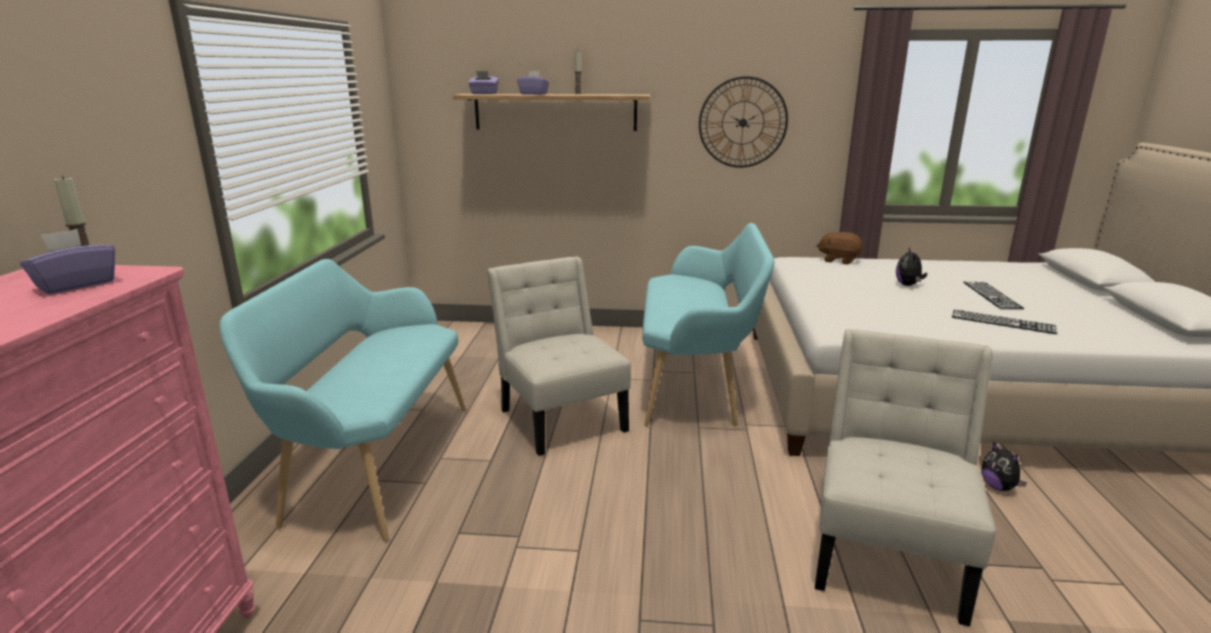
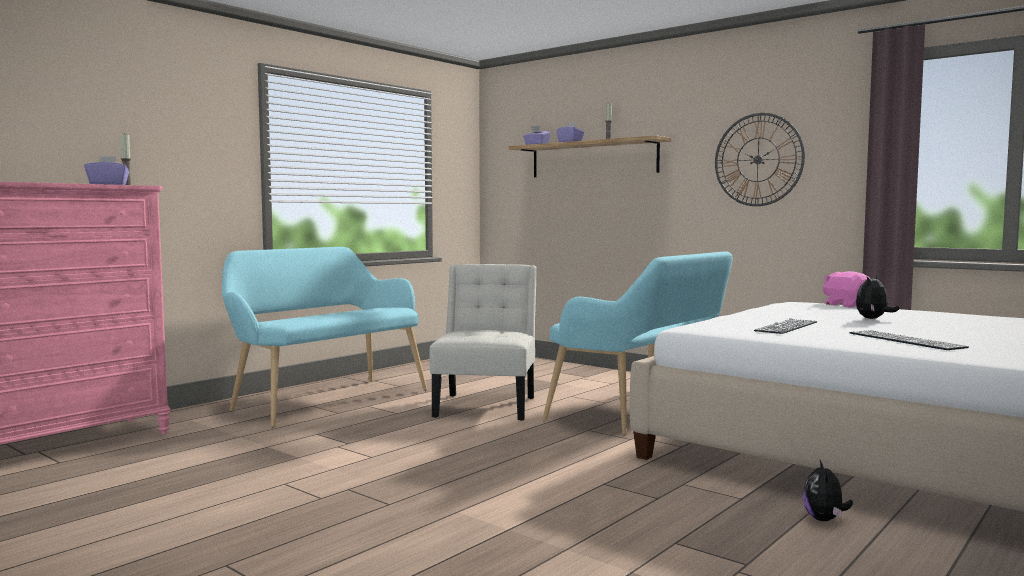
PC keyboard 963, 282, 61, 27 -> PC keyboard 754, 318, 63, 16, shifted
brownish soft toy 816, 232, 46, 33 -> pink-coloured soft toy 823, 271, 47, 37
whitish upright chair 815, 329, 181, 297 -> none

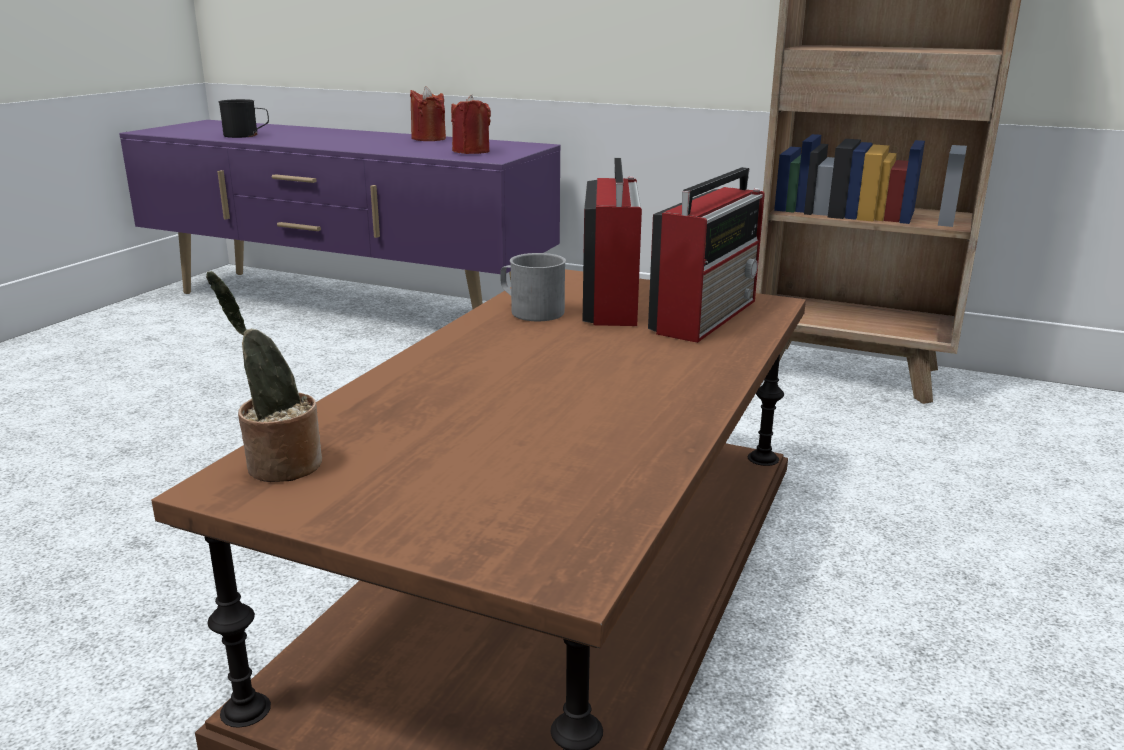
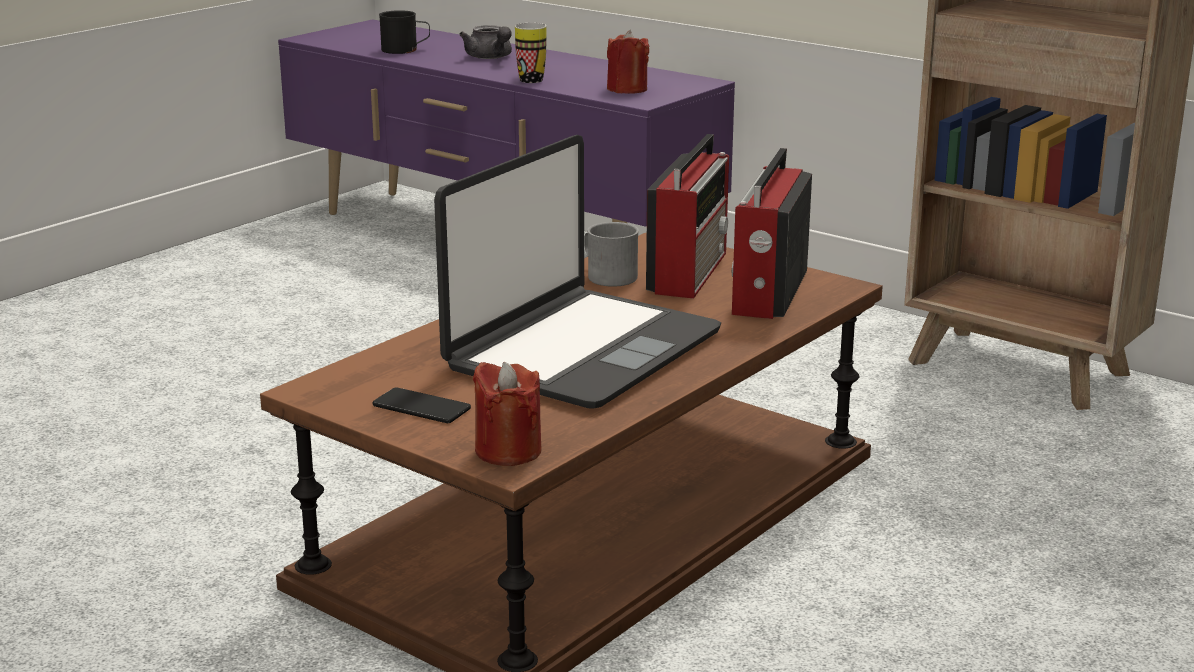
none -> handset 372, 387, 99, 36
none -> notebook computer 434, 135, 287, 274
none -> gray pot for tea 459, 25, 53, 34
red-coloured candle 410, 86, 36, 55 -> red-coloured candle 473, 362, 69, 104, shifted
none -> coffee mug 515, 23, 31, 60
radio 648, 167, 117, 176 -> radio 732, 148, 80, 171, 150 degrees clockwise
plant in a pot 206, 271, 116, 211 -> none

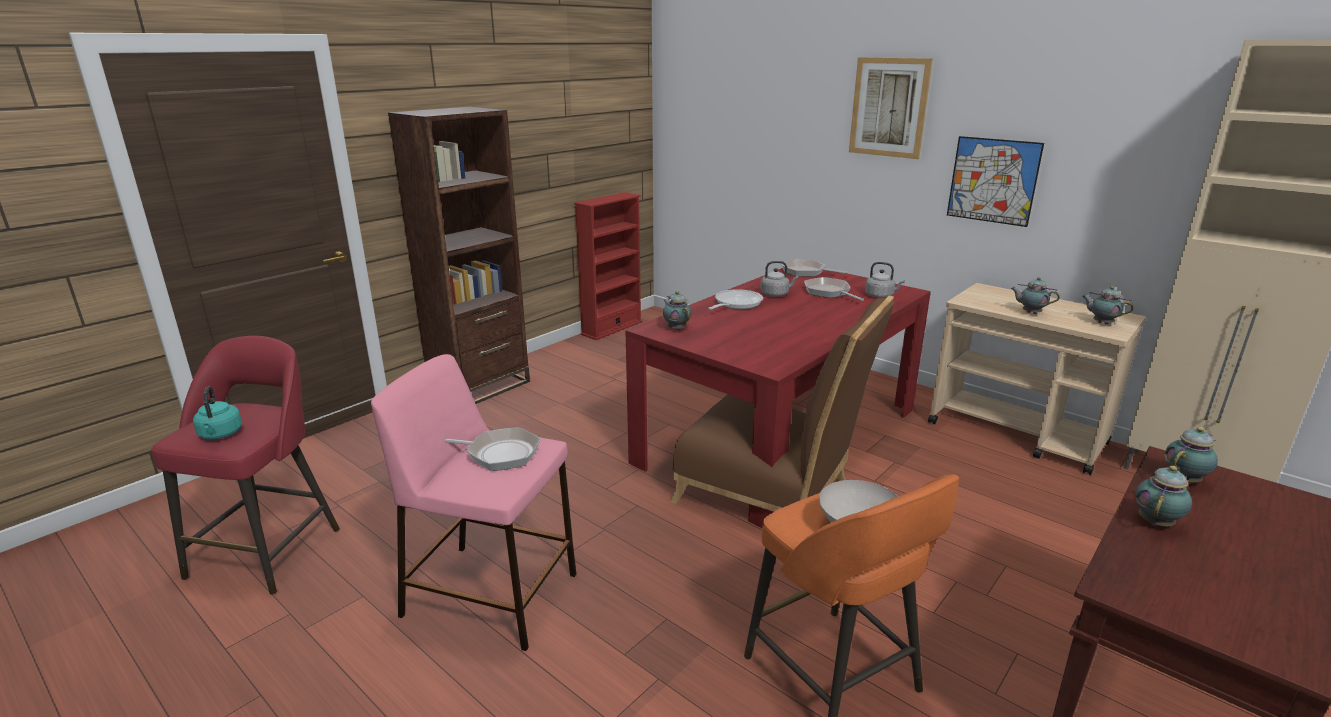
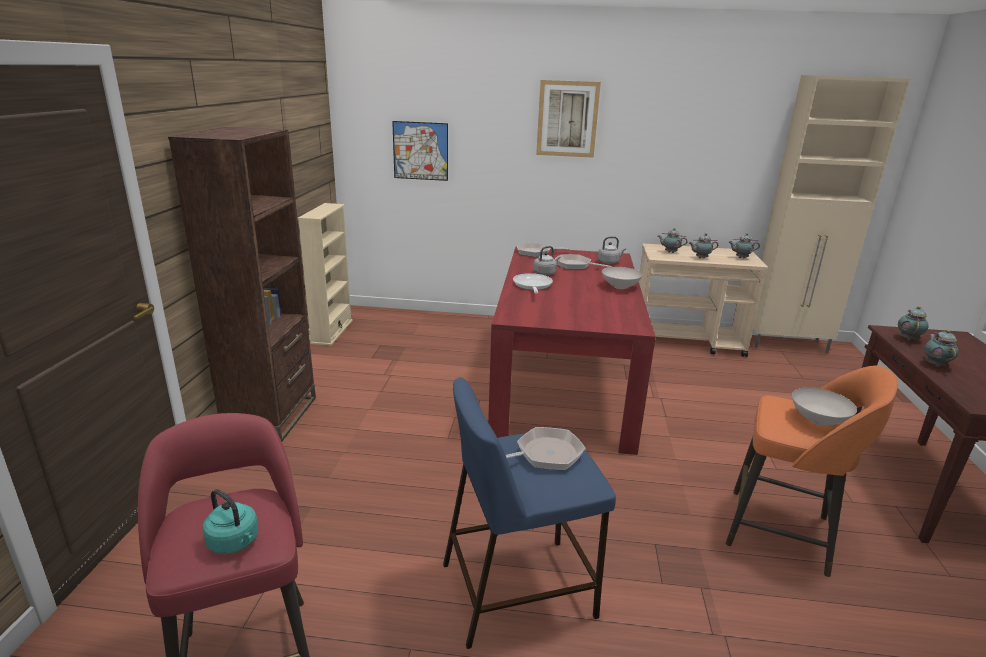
red-coloured bookshelf 574, 192, 69, 148 -> beige bookshelf 298, 203, 55, 143
wall picture 947, 136, 97, 91 -> wall picture 392, 121, 56, 60, shifted
pink-coloured stool 371, 354, 205, 297 -> bluish stool 443, 377, 173, 272
none -> whitish bowl 602, 267, 41, 22
pot for tea 663, 291, 28, 39 -> pot for tea 658, 228, 30, 25, shifted
brownish upright chair 670, 295, 225, 217 -> none

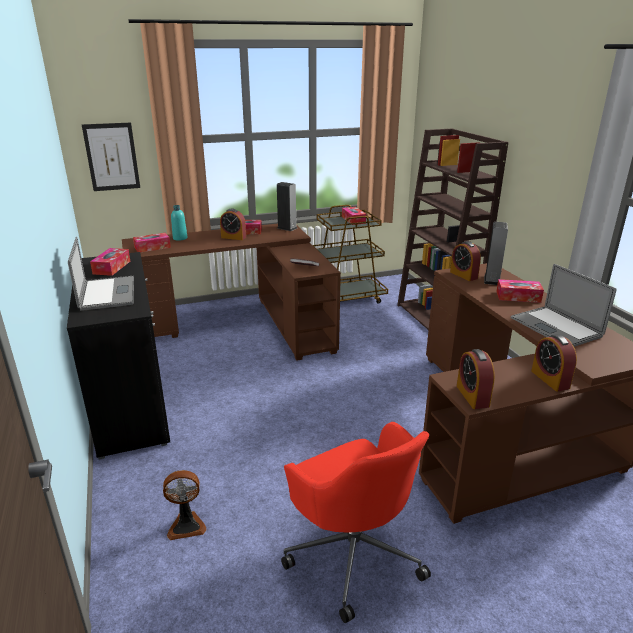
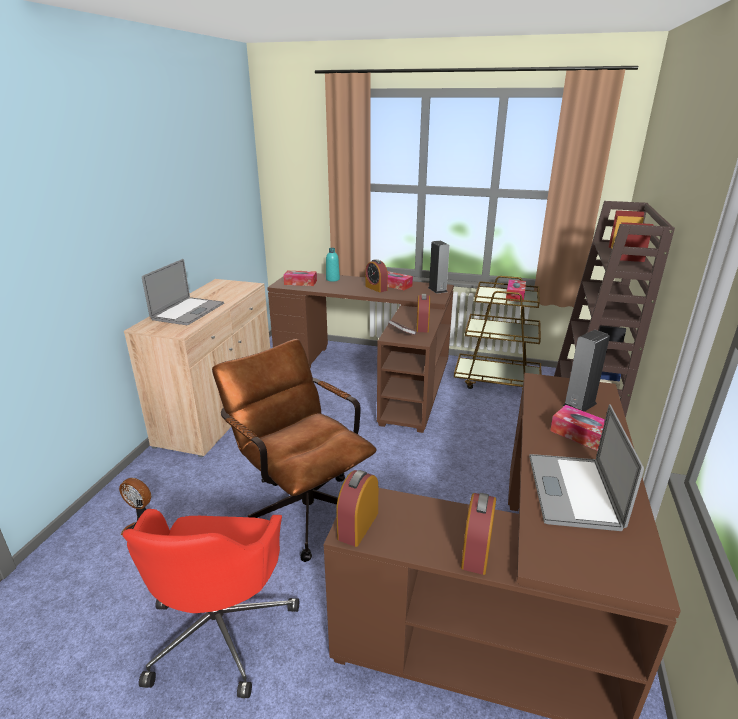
blackish cabinet 67, 252, 103, 208 -> beige cabinet 124, 279, 146, 179
none -> brownish desk chair 212, 339, 165, 223
bedside clock 450, 241, 31, 40 -> bedside clock 417, 294, 13, 38, shifted
wall picture 82, 123, 58, 68 -> none
tissue box 90, 248, 40, 28 -> none

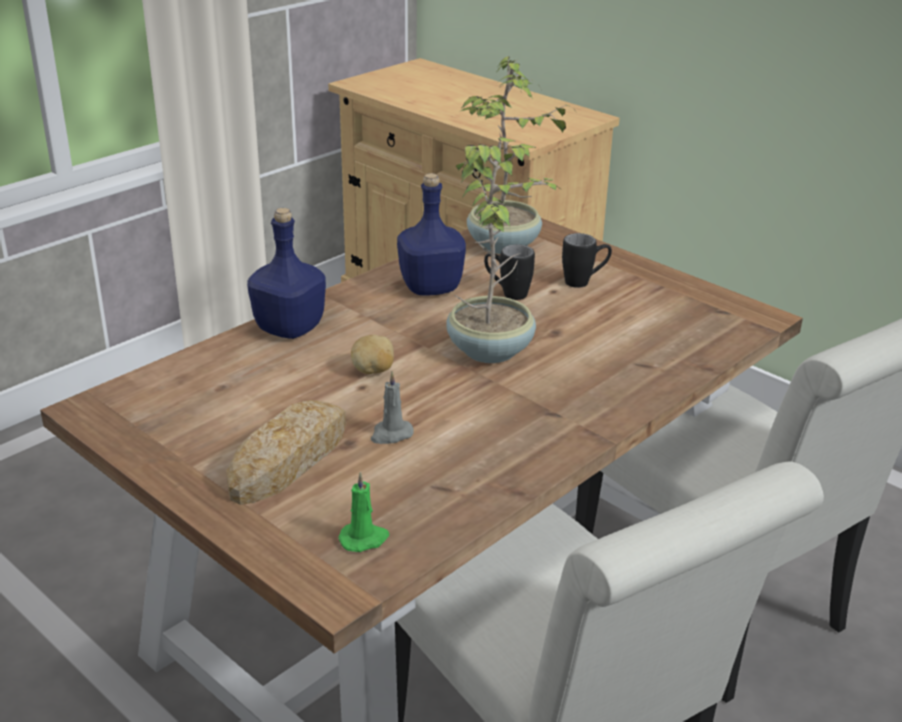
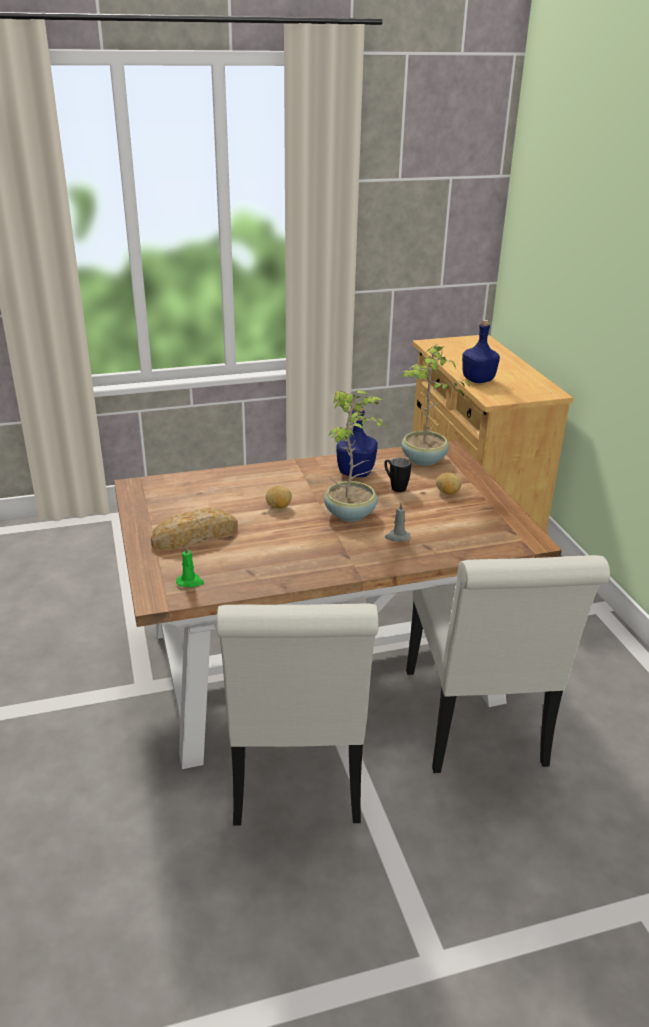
gray candle 370, 372, 44, 72 -> gray candle 385, 502, 25, 39, shifted
blackish coffee mug 562, 233, 50, 55 -> potato 436, 472, 26, 22
bluish drink bottle 247, 208, 79, 131 -> bluish drink bottle 462, 320, 38, 63, shifted

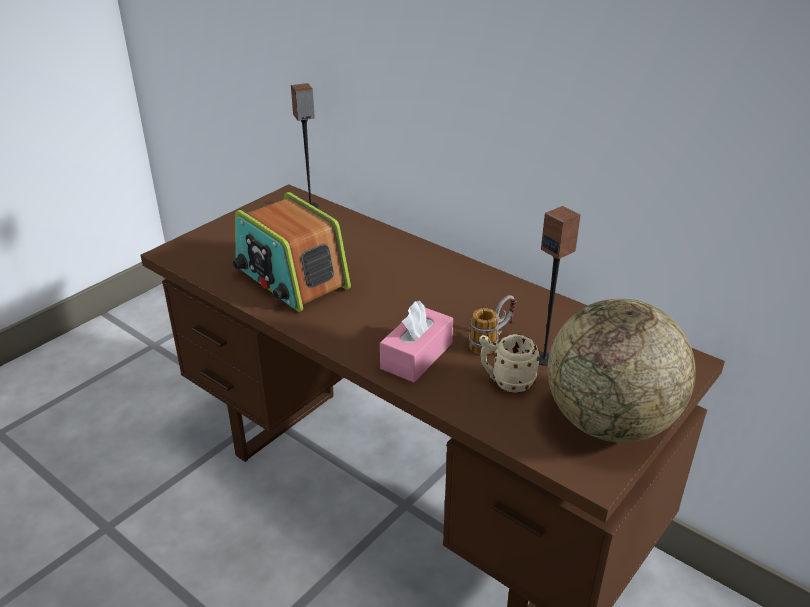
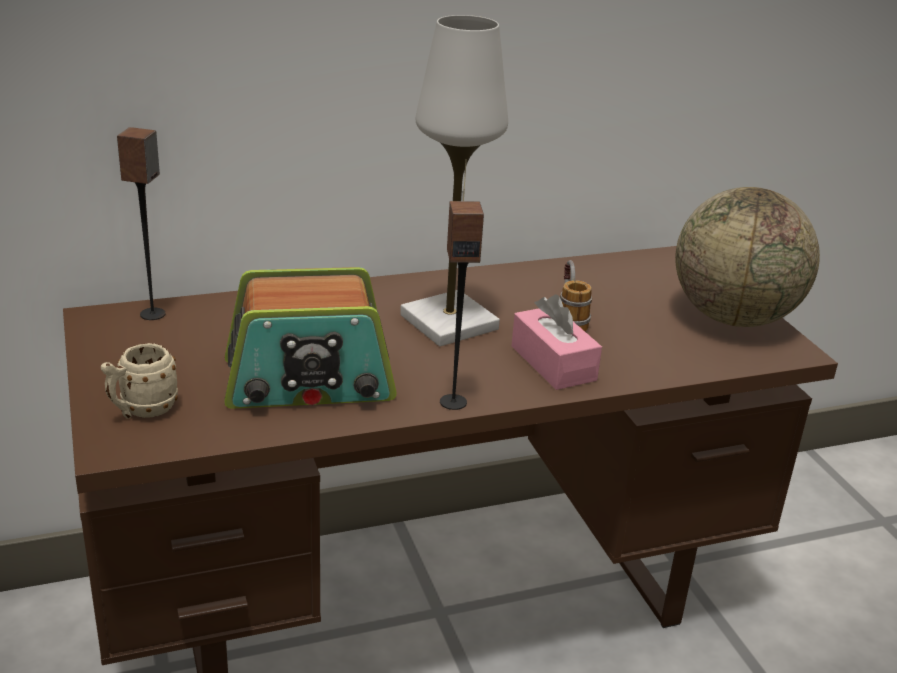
beige coffee mug 479, 334, 61, 59 -> beige coffee mug 101, 343, 77, 76, shifted
none -> whitish tabletop lamp 400, 15, 108, 331
speaker 538, 206, 43, 160 -> speaker 440, 201, 44, 209, shifted

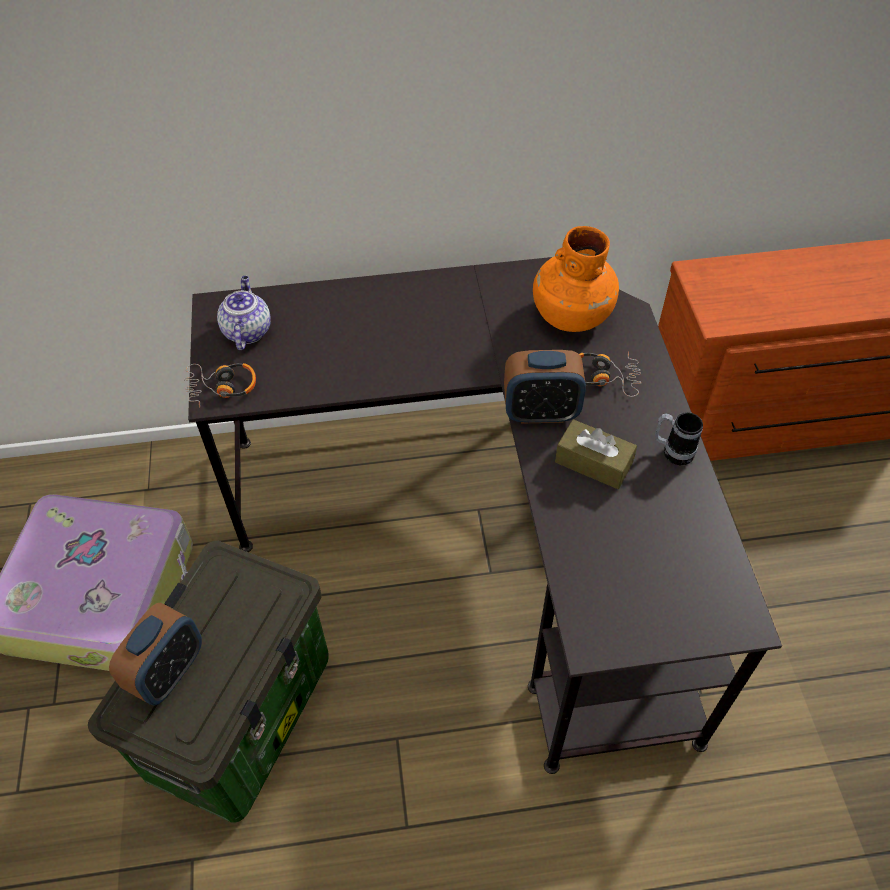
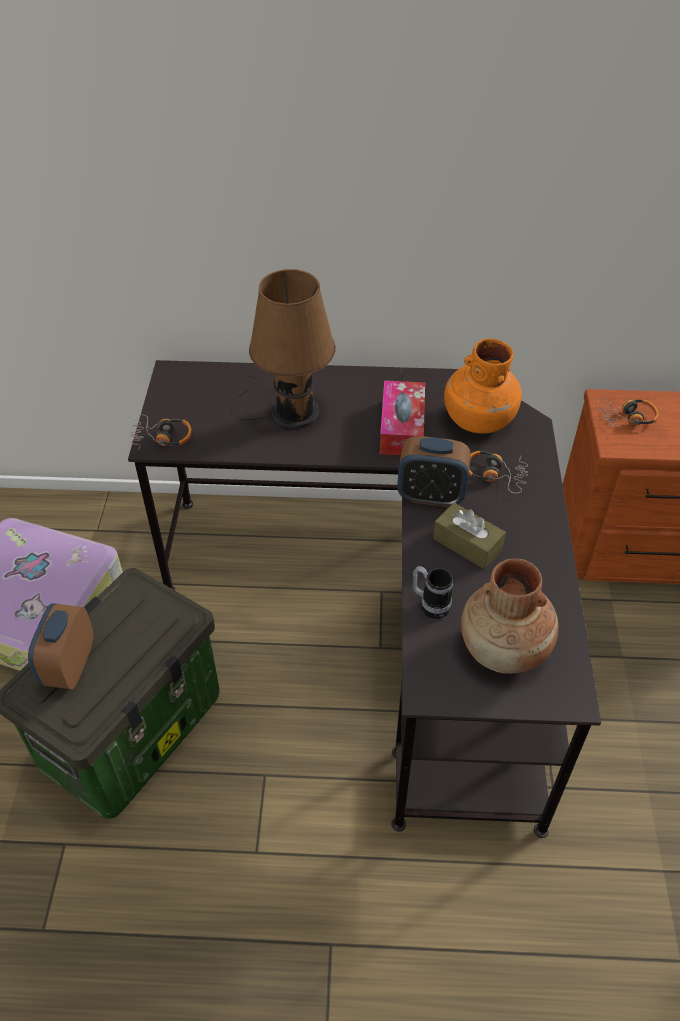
bedside clock 109, 603, 93, 103 -> bedside clock 28, 603, 65, 86, 150 degrees clockwise
none -> brownish tabletop lamp 230, 269, 106, 159
none -> tissue box 379, 380, 46, 75
coffee mug 655, 412, 48, 53 -> coffee mug 412, 566, 41, 53, shifted
none -> brownish decorative vase 461, 559, 98, 115
none -> headset 597, 399, 62, 32
pot for tea 217, 276, 54, 74 -> none

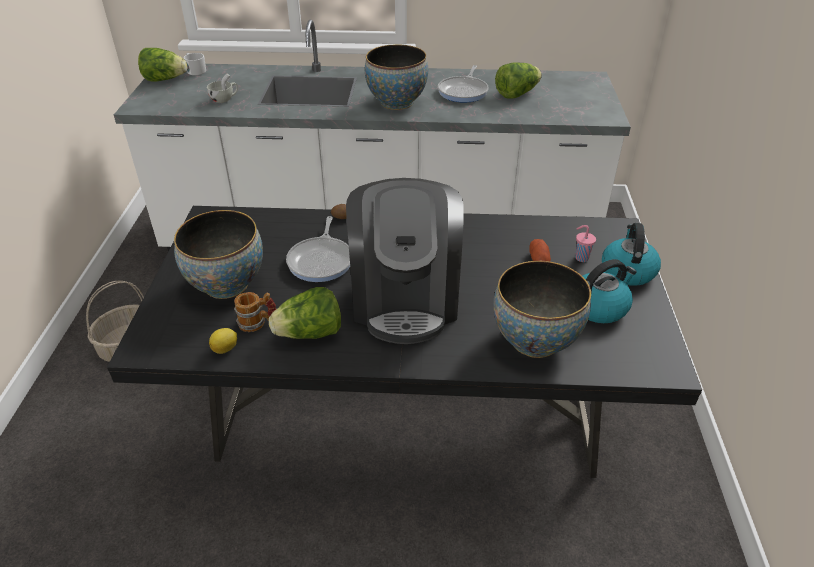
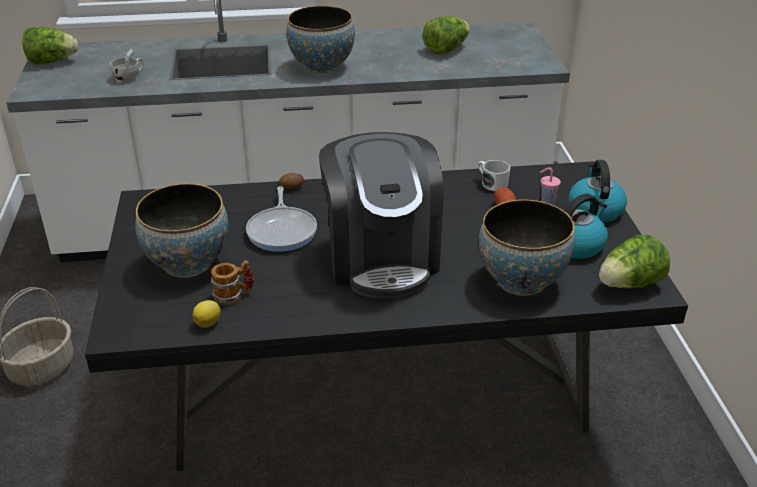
whitish coffee mug 184, 53, 22, 22 -> whitish coffee mug 478, 160, 32, 31, shifted
lettuce head 269, 287, 72, 52 -> lettuce head 599, 235, 71, 53, shifted
frying pan 438, 65, 51, 38 -> none

